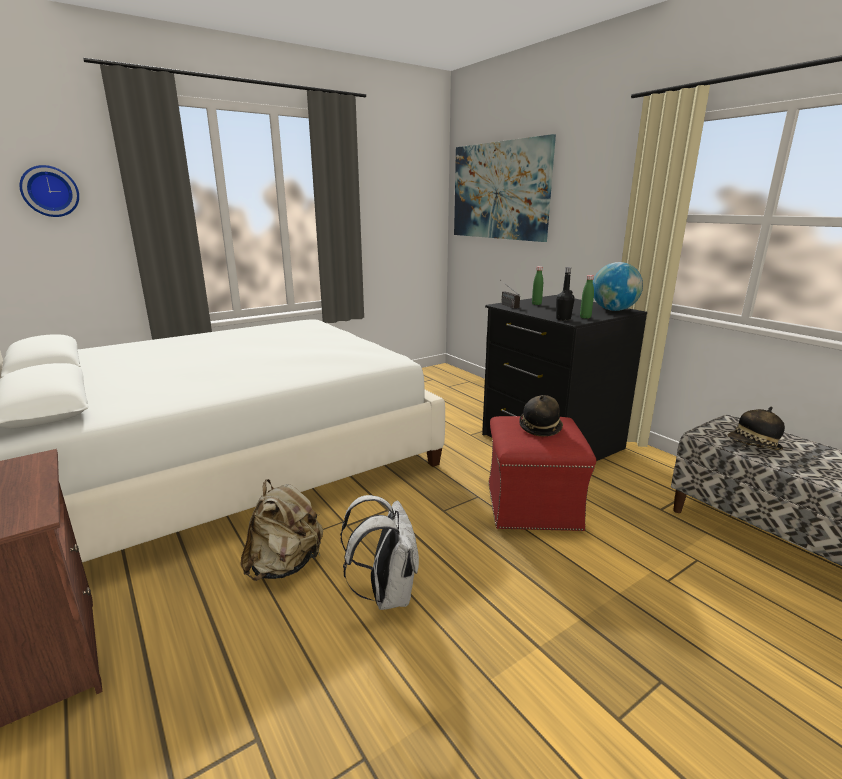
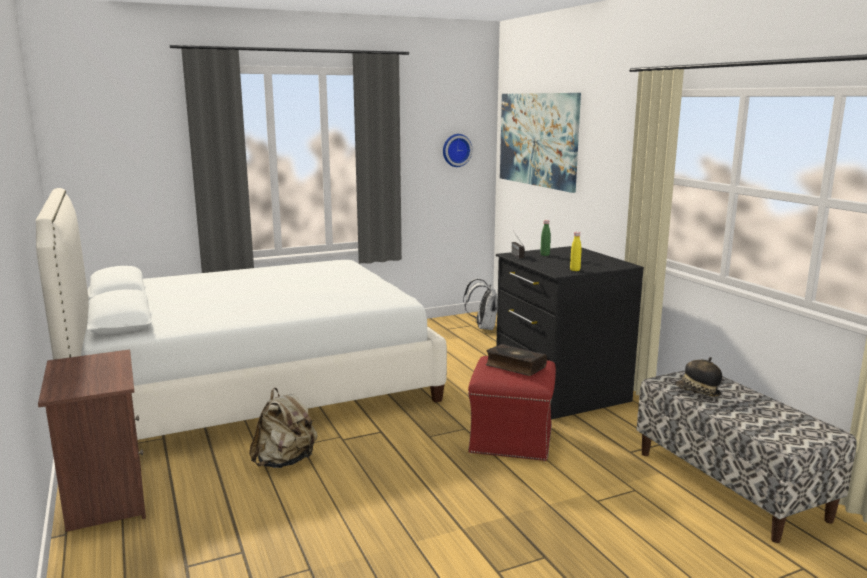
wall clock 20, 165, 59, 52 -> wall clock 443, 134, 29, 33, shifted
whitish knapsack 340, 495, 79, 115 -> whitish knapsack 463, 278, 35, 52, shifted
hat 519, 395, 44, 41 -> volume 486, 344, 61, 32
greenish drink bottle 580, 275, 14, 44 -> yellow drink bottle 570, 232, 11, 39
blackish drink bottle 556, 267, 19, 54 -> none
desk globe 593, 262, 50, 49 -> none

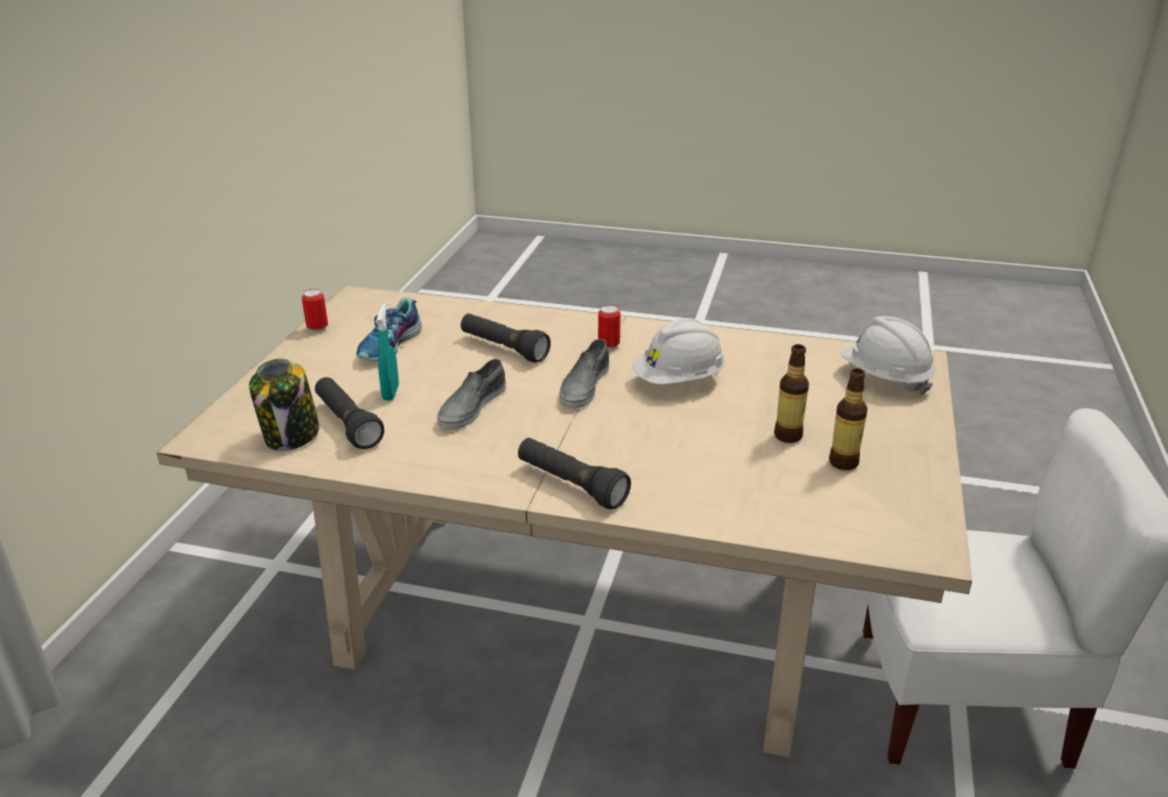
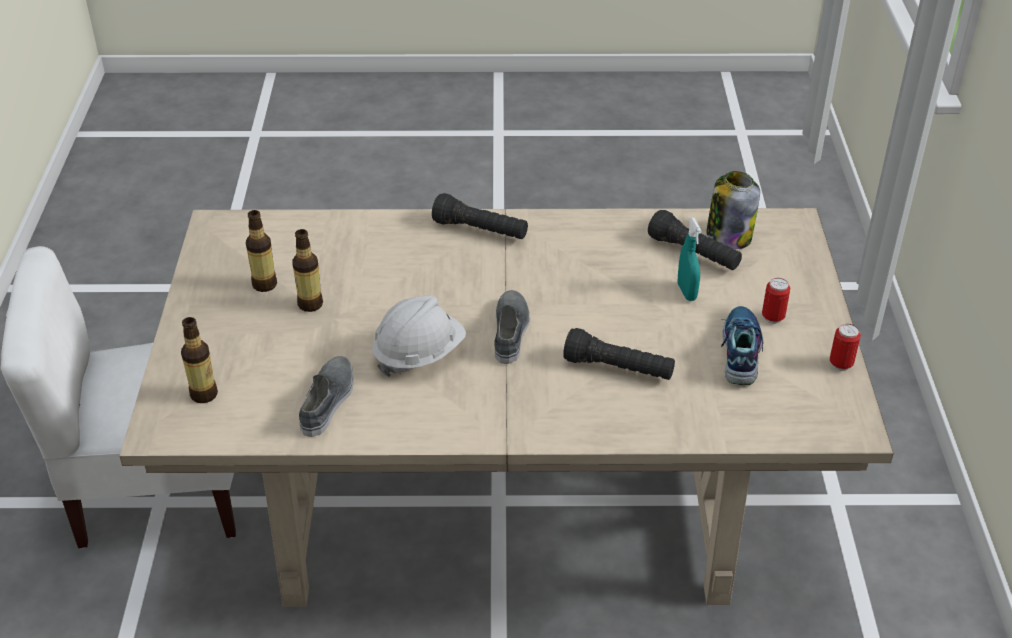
whitish work helmet 841, 316, 95, 79 -> drink bottle 181, 317, 37, 86
gray item of footwear 437, 359, 69, 71 -> gray item of footwear 299, 356, 55, 81, shifted
can 598, 305, 23, 45 -> can 762, 278, 28, 46, shifted

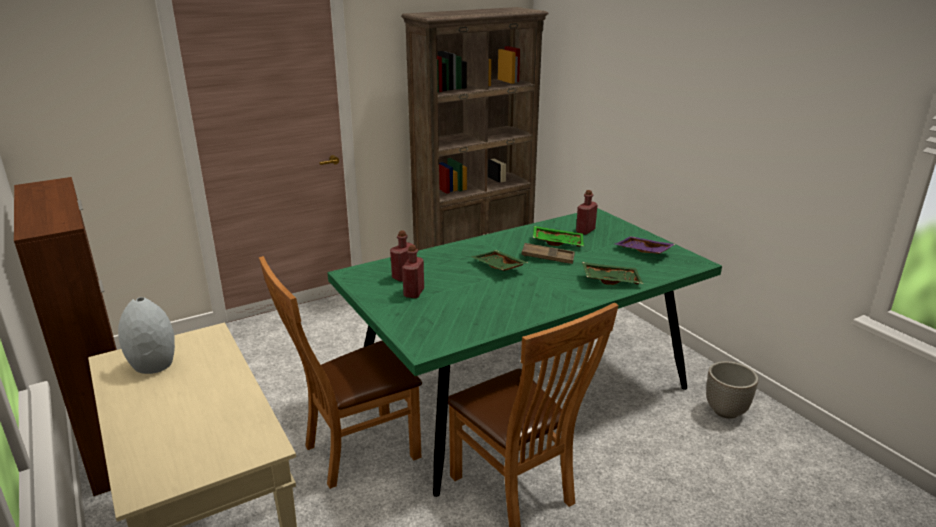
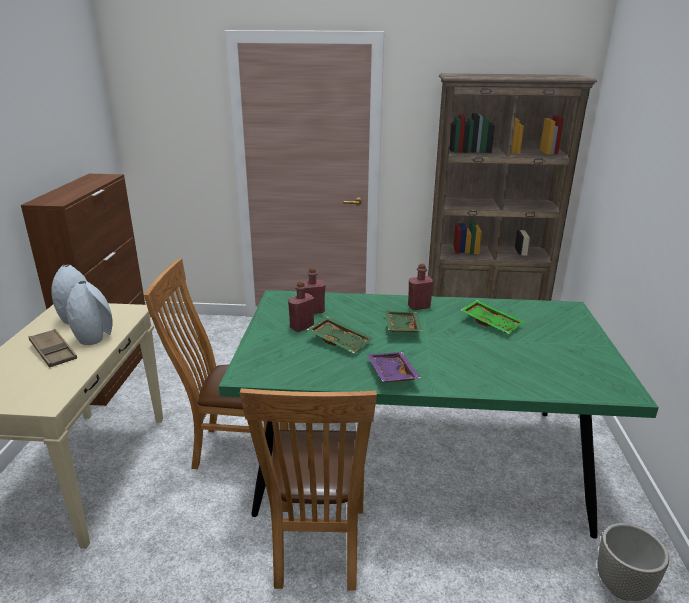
brownish tray 521, 243, 54, 21 -> brownish tray 28, 329, 49, 39, shifted
none -> gray decorative vase 66, 281, 47, 64
greenish tray 582, 262, 61, 23 -> greenish tray 307, 316, 67, 37, shifted
purplish tray 615, 236, 61, 18 -> purplish tray 367, 352, 54, 30, shifted
red-coloured drink bottle 576, 190, 22, 45 -> red-coloured drink bottle 408, 264, 25, 46, shifted

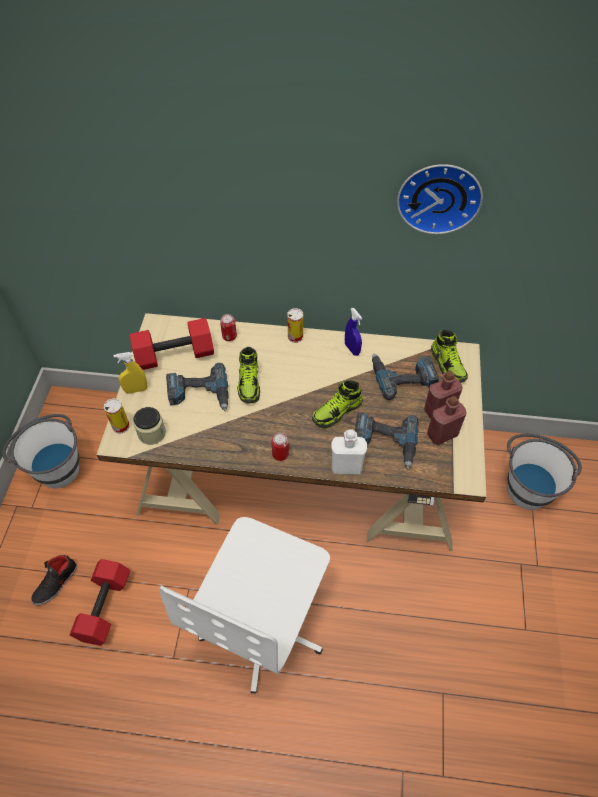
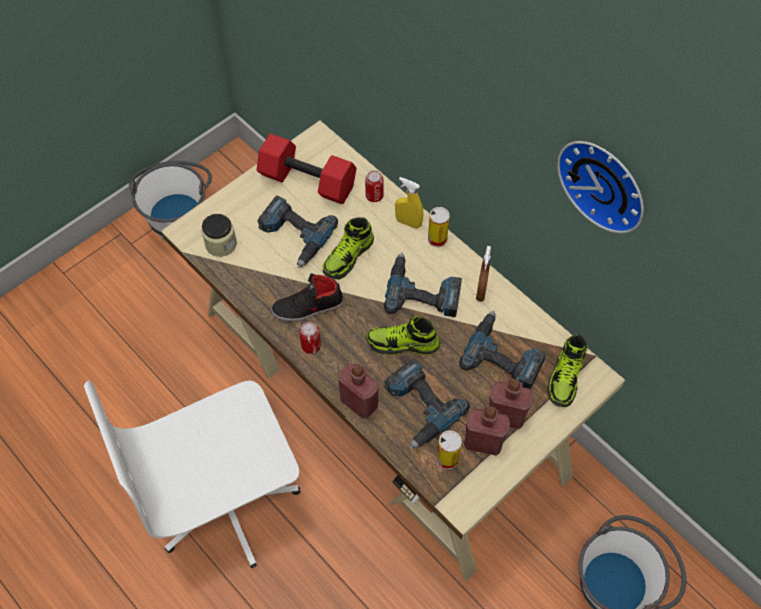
blackish item of footwear 31, 555, 46, 51 -> blackish item of footwear 271, 273, 72, 48, shifted
whitish drink bottle 331, 430, 36, 44 -> red-coloured drink bottle 338, 364, 41, 55
none -> power drill 384, 253, 78, 64
yellow spray bottle 114, 352, 33, 42 -> yellow spray bottle 395, 177, 28, 52, shifted
can 104, 398, 26, 36 -> can 437, 431, 25, 39, shifted
bluish spray bottle 345, 308, 17, 48 -> brownish spray bottle 476, 246, 15, 56
red-coloured hand weight 70, 559, 60, 87 -> none

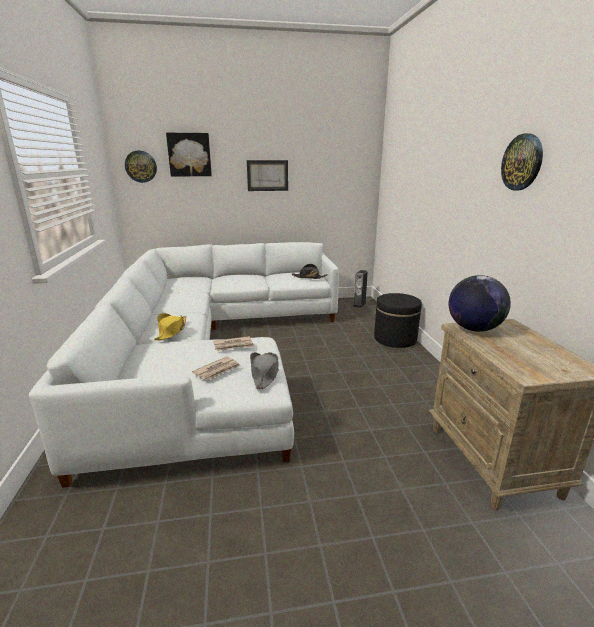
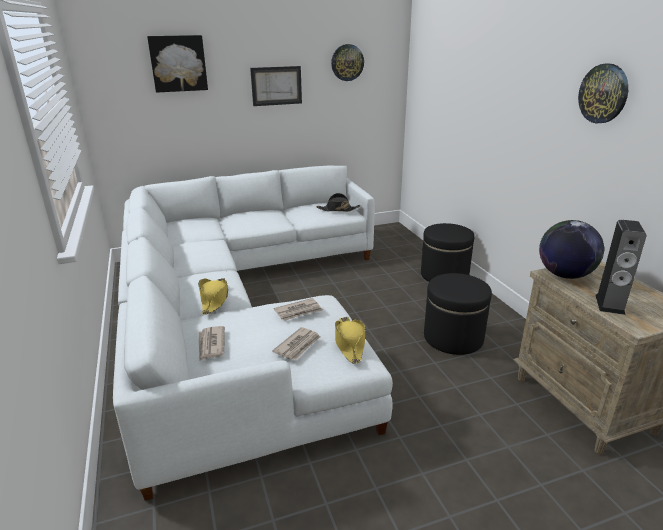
none -> printed paper 199, 326, 26, 35
wall clock 125, 151, 32, 32 -> wall clock 331, 44, 33, 37, shifted
gray hat 250, 352, 29, 38 -> yellow hat 335, 317, 31, 47
none -> blackish footrest 424, 273, 68, 82
speaker 354, 270, 14, 38 -> speaker 596, 220, 51, 95, shifted

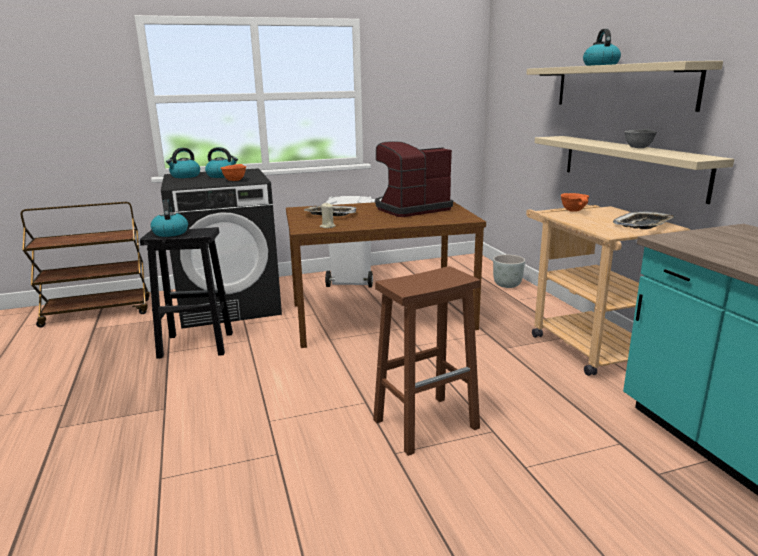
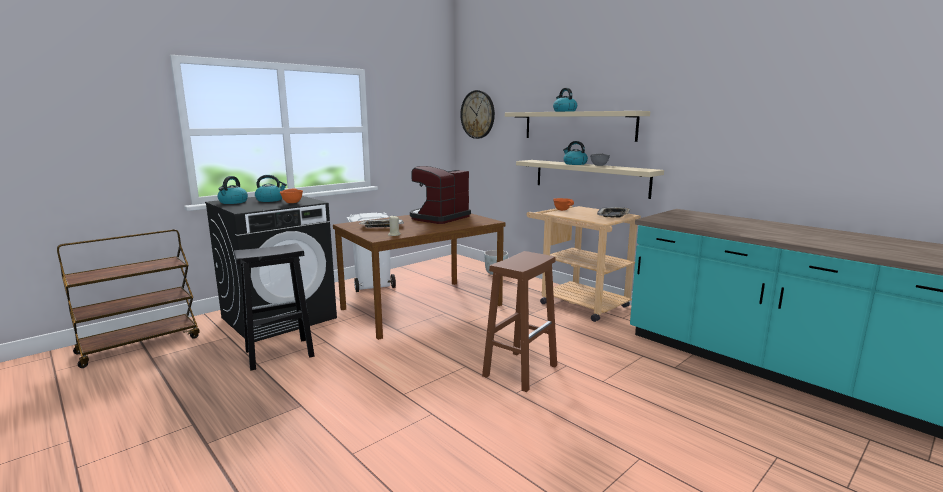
none -> wall clock 460, 90, 35, 49
tea kettle 150, 200, 38, 37 -> tea kettle 563, 141, 25, 24, shifted

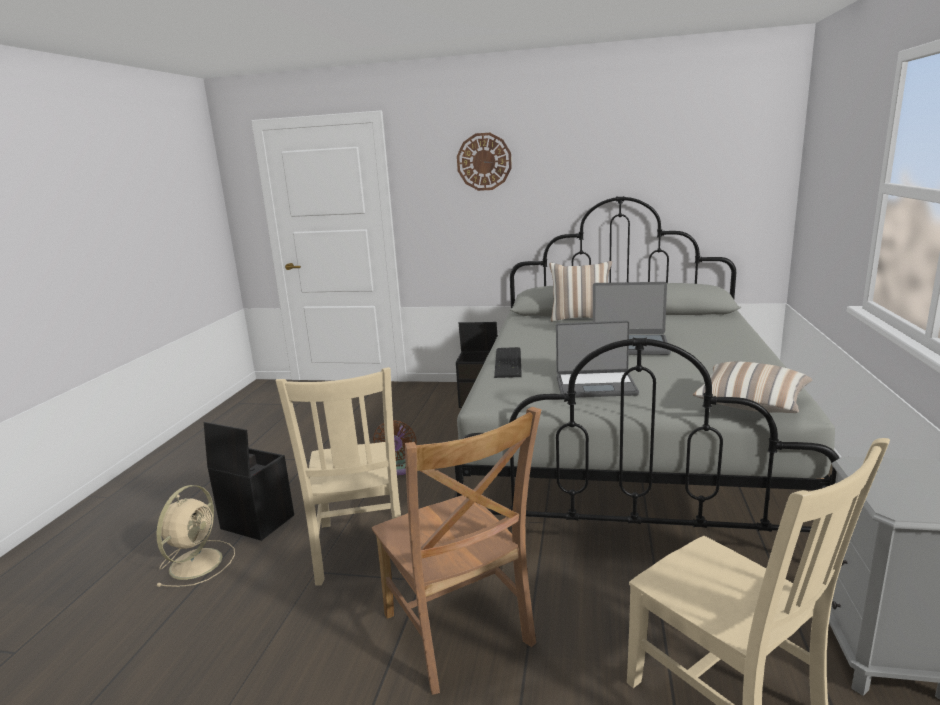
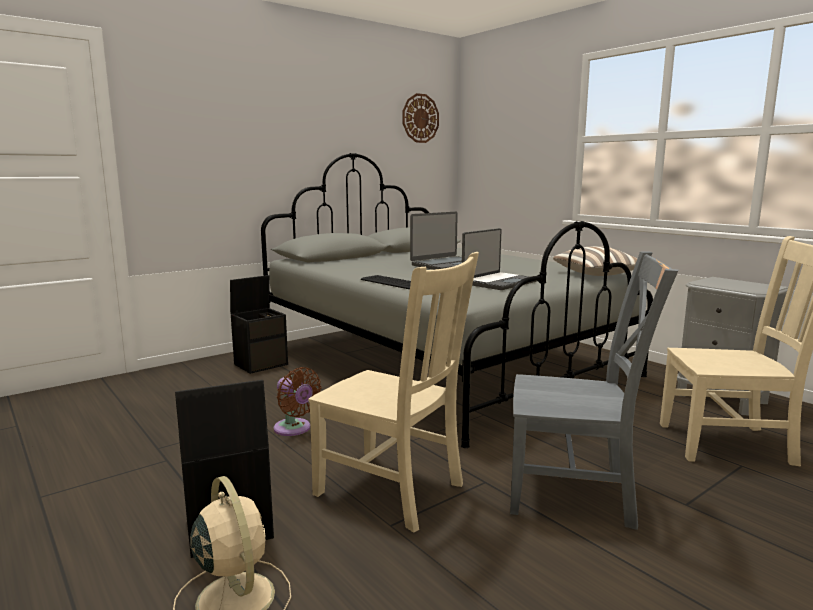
wall clock 457, 133, 55, 58 -> wall clock 403, 93, 36, 50, shifted
brownish upright chair 372, 407, 169, 288 -> gray upright chair 510, 251, 168, 279
pillow 549, 261, 63, 61 -> none

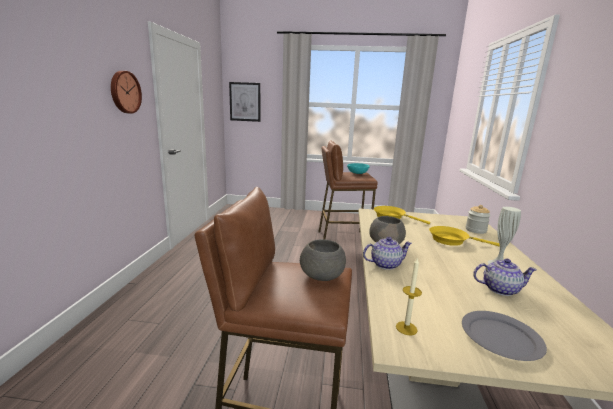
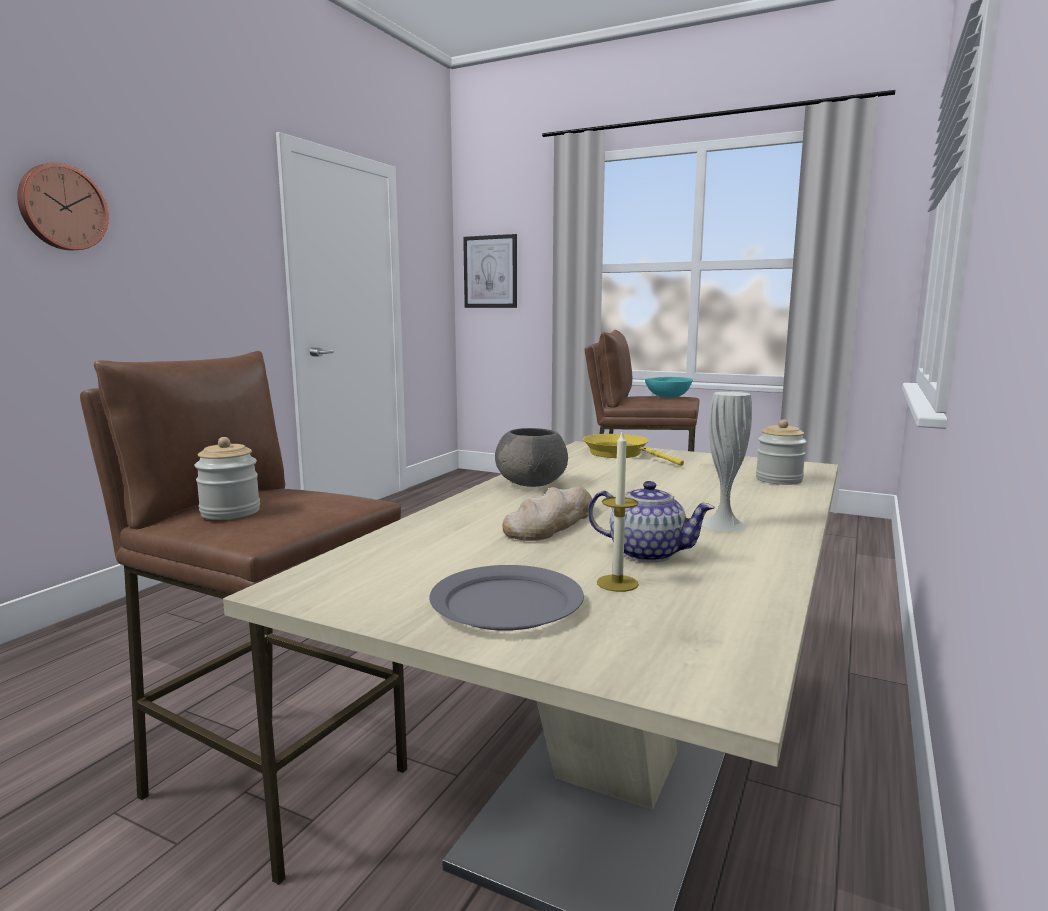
wall clock 111, 71, 31, 43 -> wall clock 17, 163, 92, 87, shifted
none -> preserve jar 194, 437, 66, 83
none -> bread 502, 486, 92, 55
candle 396, 257, 26, 78 -> candle 597, 430, 42, 162, shifted
gray bowl 300, 239, 46, 42 -> none
pot for tea 363, 237, 49, 33 -> none
yellow frying pan 429, 226, 71, 21 -> none

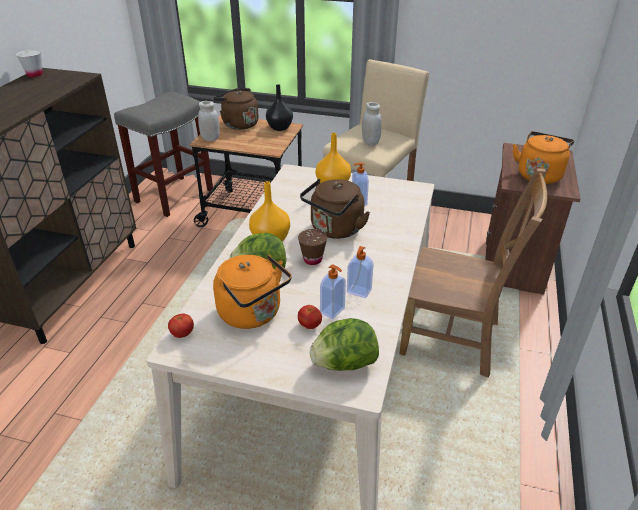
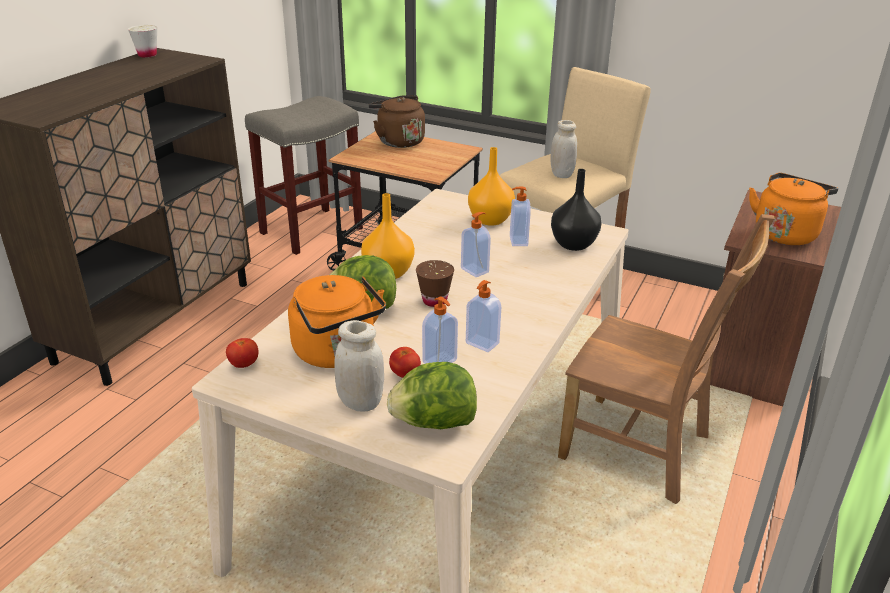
whitish preserve jar 198, 101, 22, 40 -> whitish preserve jar 334, 320, 50, 92, shifted
brownish tea kettle 300, 179, 70, 60 -> soap dispenser 461, 212, 30, 65
blackish decorative vase 266, 84, 27, 47 -> blackish decorative vase 551, 169, 50, 82, shifted

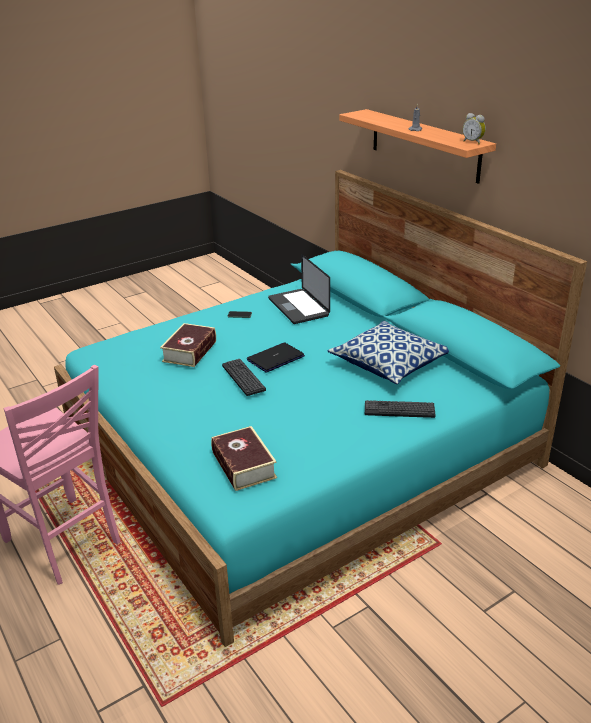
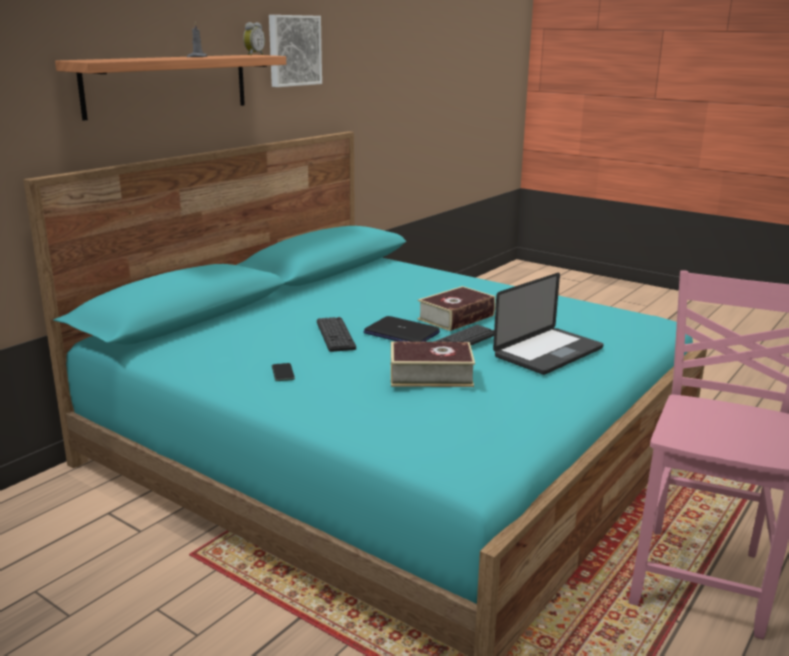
none -> wall picture 269, 15, 53, 72
PC keyboard 365, 400, 70, 18 -> PC keyboard 317, 317, 39, 35, shifted
volume 211, 426, 66, 65 -> volume 417, 286, 79, 45, shifted
notebook computer 268, 254, 62, 70 -> notebook computer 493, 273, 110, 102, shifted
pillow 328, 321, 121, 63 -> none

